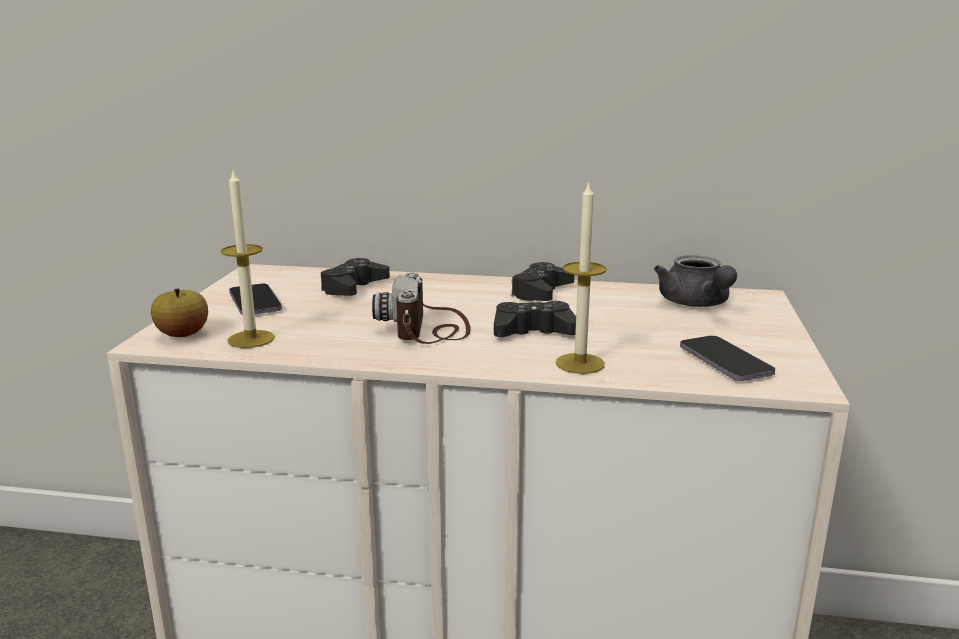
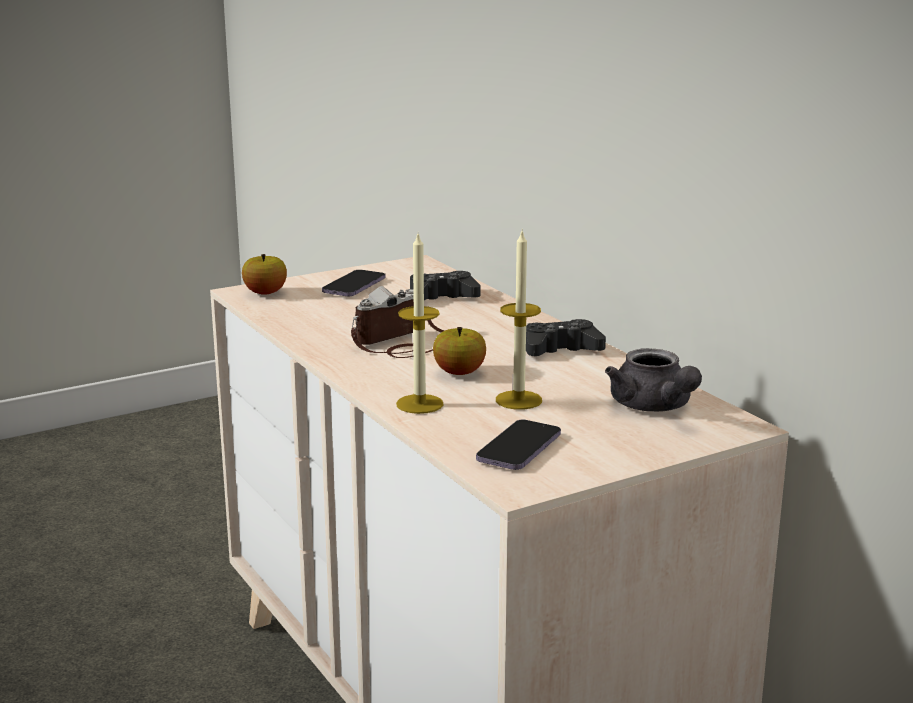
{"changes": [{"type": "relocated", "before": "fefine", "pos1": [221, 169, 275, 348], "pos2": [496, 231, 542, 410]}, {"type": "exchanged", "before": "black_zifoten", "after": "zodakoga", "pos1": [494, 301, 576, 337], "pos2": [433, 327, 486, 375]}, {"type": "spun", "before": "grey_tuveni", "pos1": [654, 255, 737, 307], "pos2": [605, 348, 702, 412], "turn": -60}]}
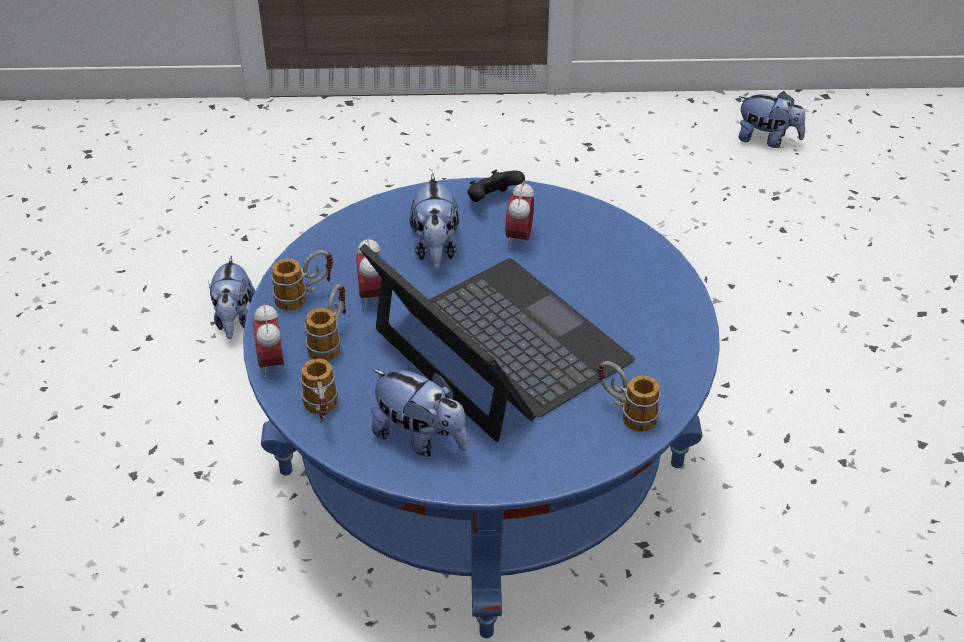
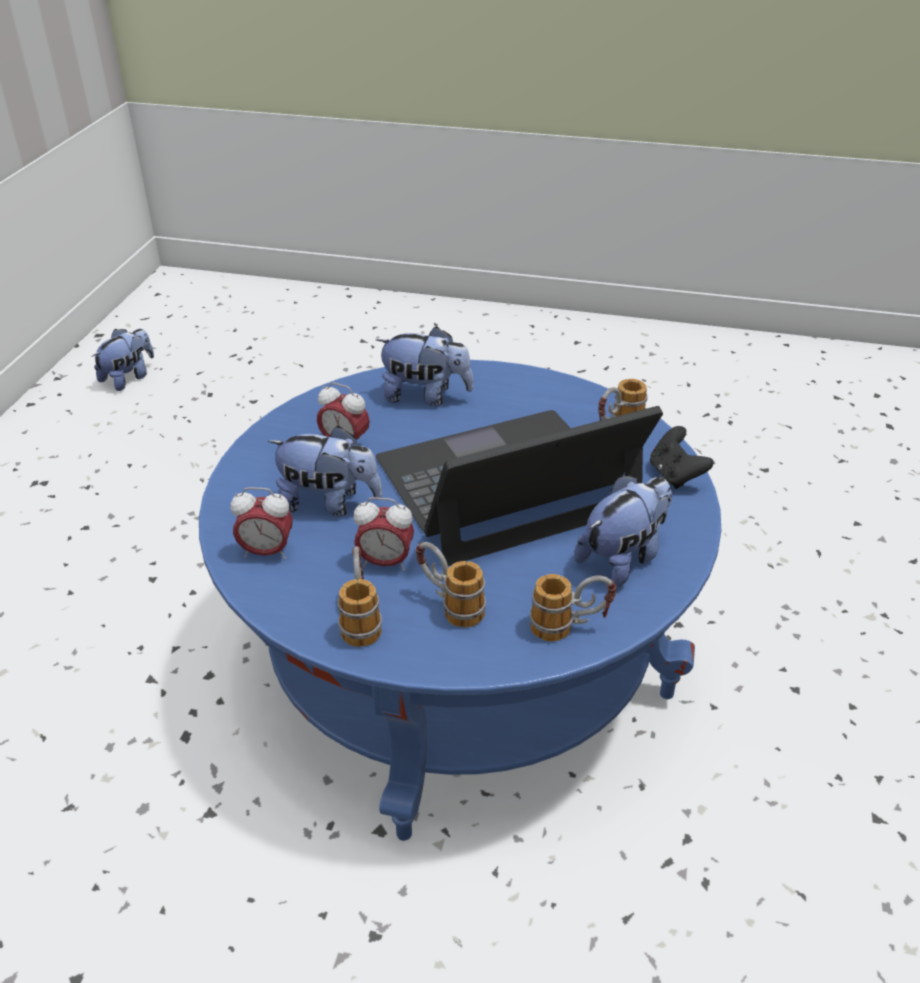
{"changes": [{"type": "relocated", "before": "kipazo", "pos1": [209, 256, 255, 339], "pos2": [376, 326, 474, 406]}, {"type": "relocated", "before": "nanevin", "pos1": [253, 303, 284, 378], "pos2": [231, 487, 293, 559]}, {"type": "relocated", "before": "black_zifoten", "pos1": [467, 170, 525, 202], "pos2": [650, 426, 713, 489]}]}
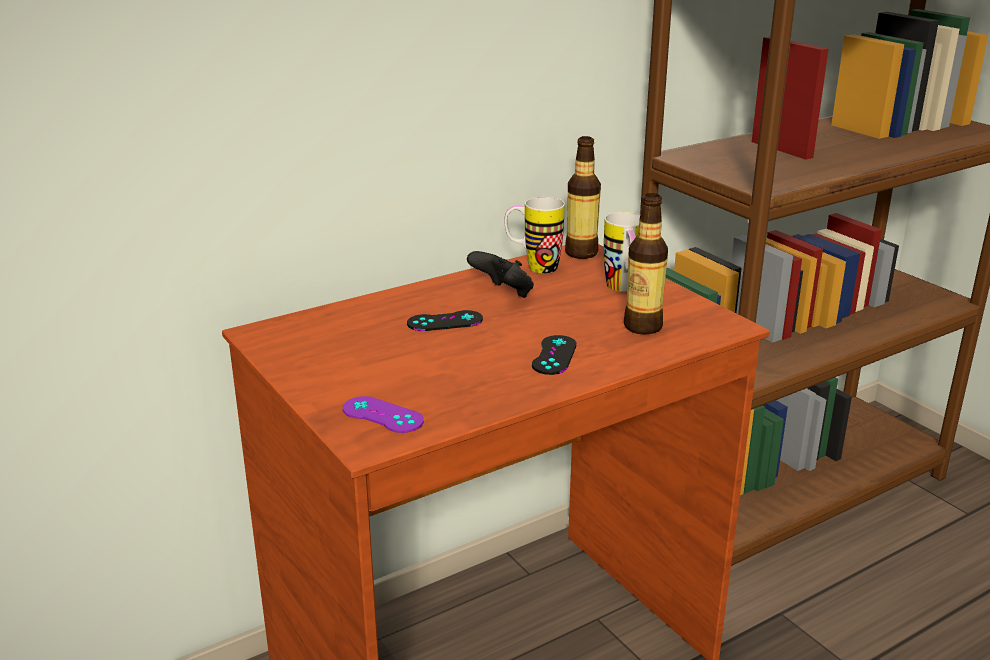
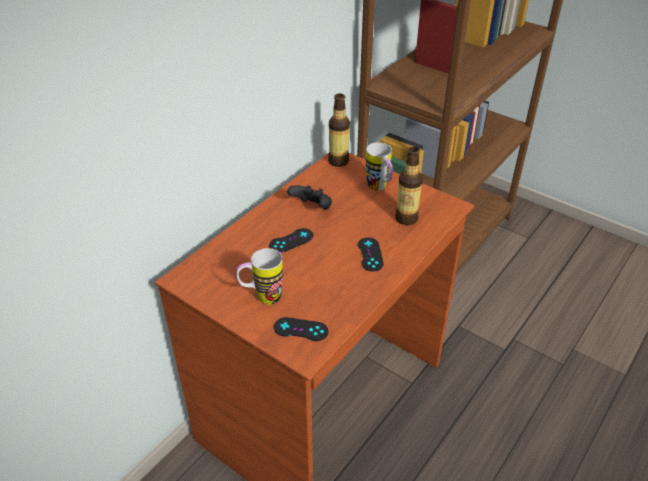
{"changes": [{"type": "relocated", "before": "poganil", "pos1": [504, 197, 565, 274], "pos2": [236, 248, 283, 305]}, {"type": "colour", "before": "purple_zifoten", "after": "black_zifoten", "pos1": [343, 396, 424, 433], "pos2": [274, 317, 328, 341]}]}
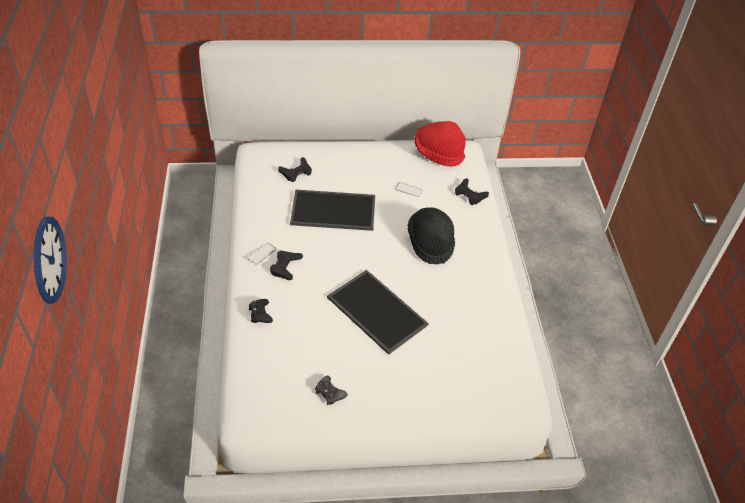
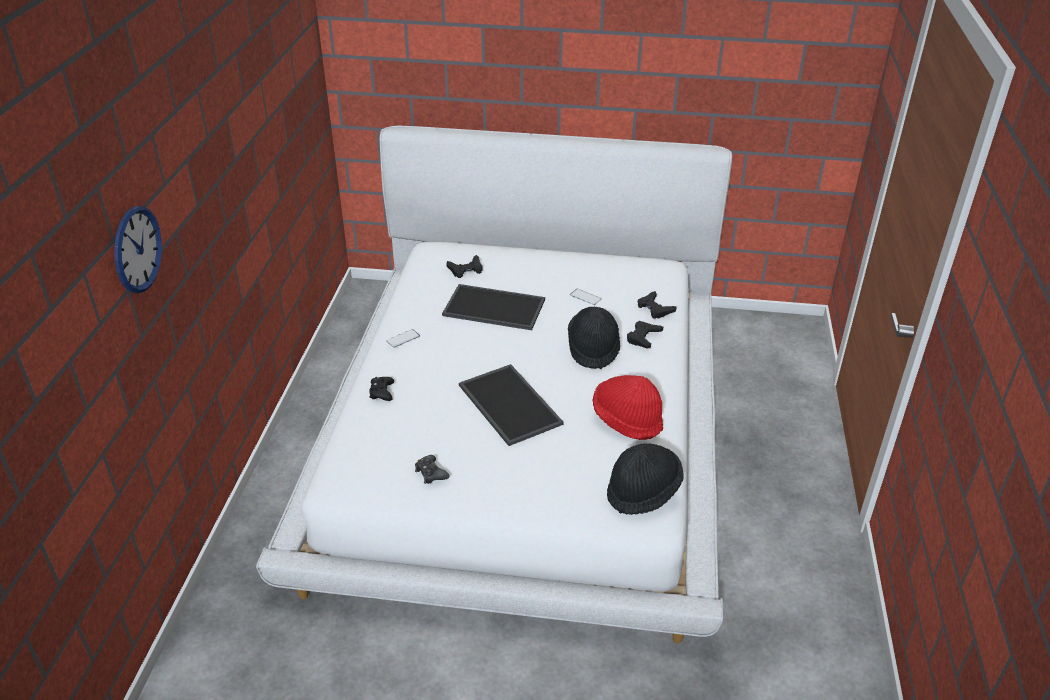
{"changes": [{"type": "appeared", "after": "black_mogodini", "pos2": [607, 443, 683, 515]}, {"type": "relocated", "before": "black_zifoten", "pos1": [270, 251, 303, 280], "pos2": [627, 321, 663, 348]}, {"type": "relocated", "before": "red_mogodini", "pos1": [414, 121, 466, 167], "pos2": [593, 375, 663, 440]}]}
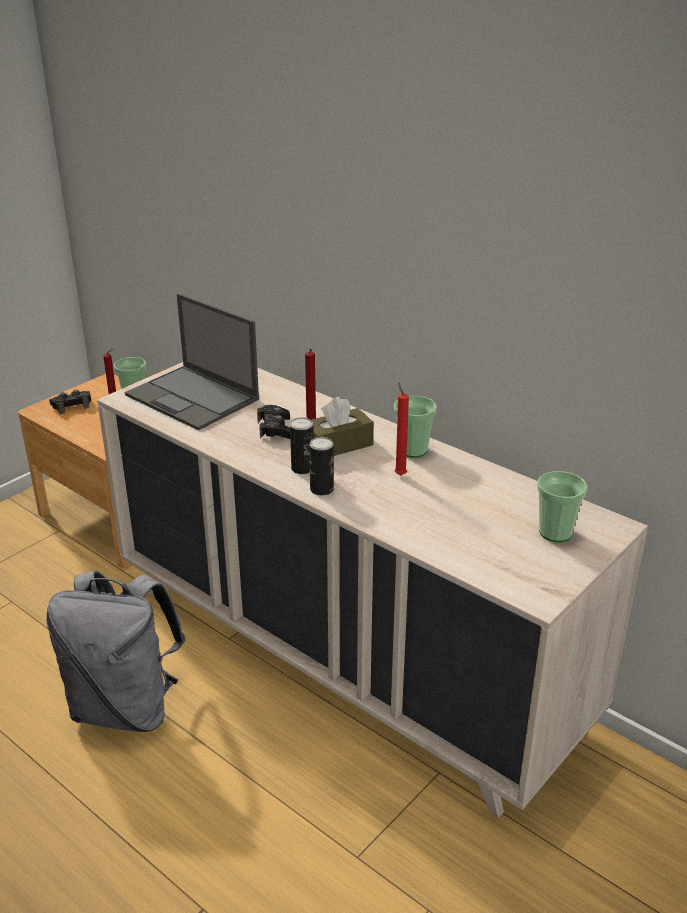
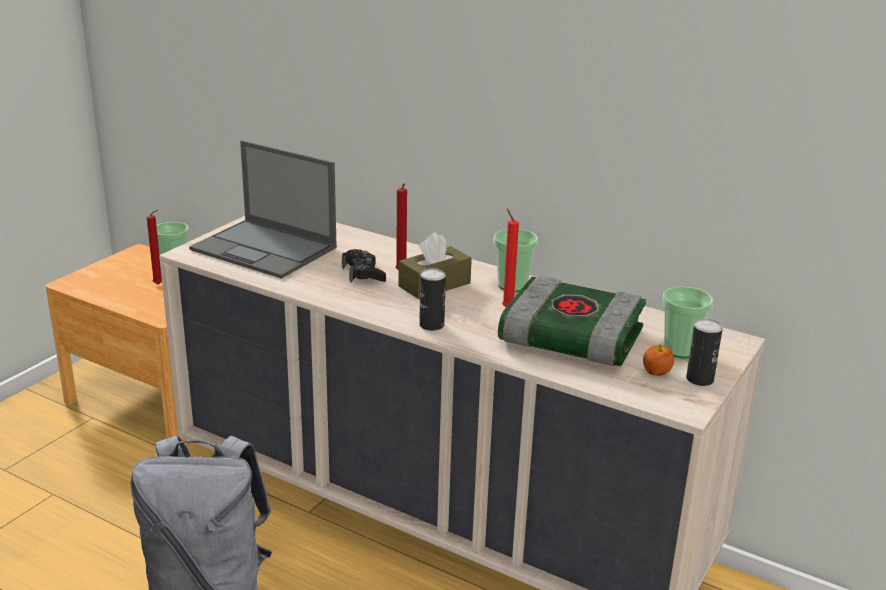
{"changes": [{"type": "missing", "before": "black_zifoten", "pos1": [49, 389, 91, 414]}, {"type": "appeared", "after": "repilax", "pos2": [498, 275, 646, 366]}, {"type": "appeared", "after": "zodakoga", "pos2": [643, 344, 674, 376]}, {"type": "relocated", "before": "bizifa", "pos1": [290, 417, 314, 474], "pos2": [686, 319, 723, 386]}]}
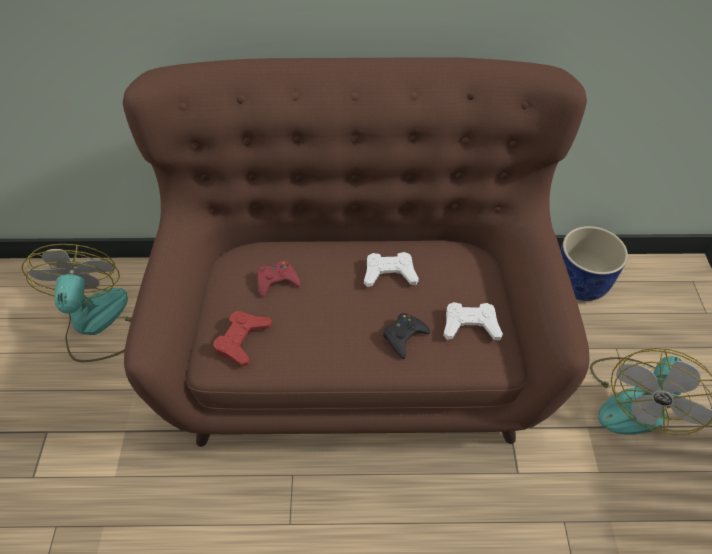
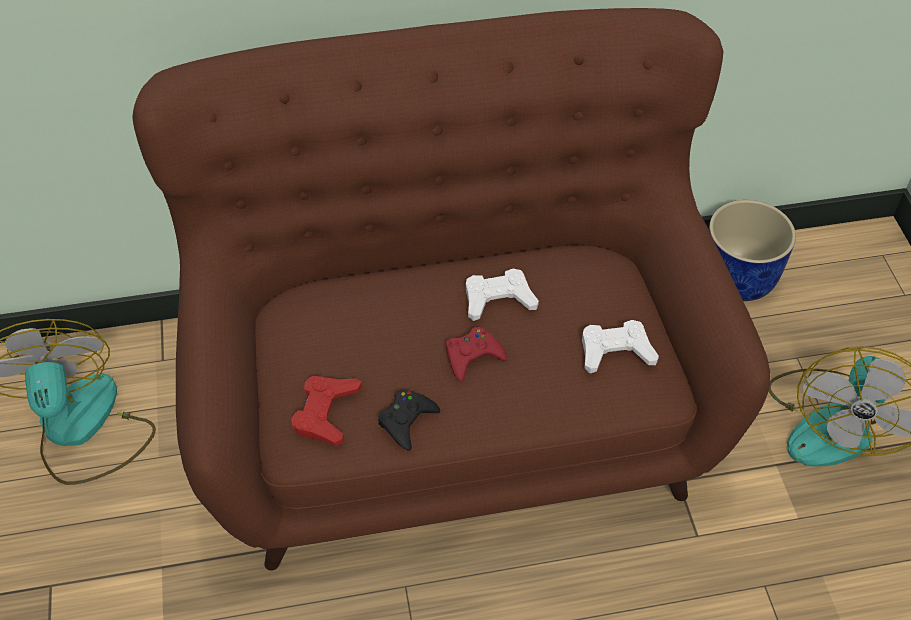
{"changes": [{"type": "relocated", "before": "red_zifoten", "pos1": [257, 260, 301, 298], "pos2": [446, 327, 507, 382]}, {"type": "relocated", "before": "black_zifoten", "pos1": [383, 313, 430, 359], "pos2": [378, 390, 440, 451]}]}
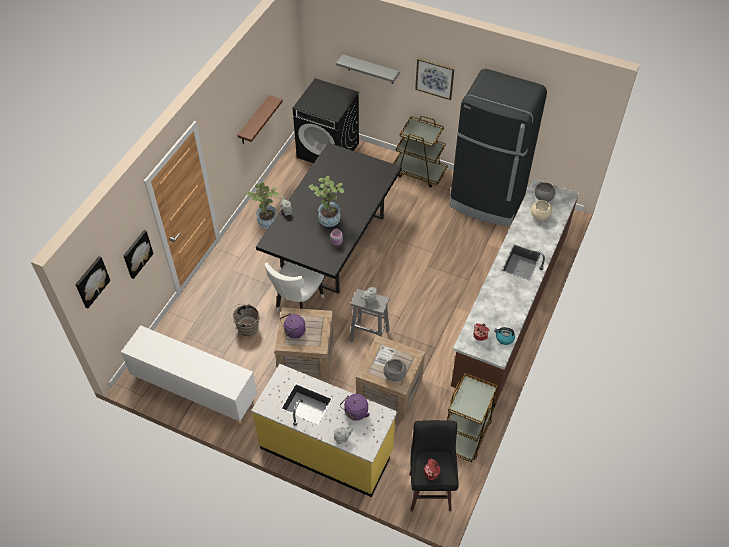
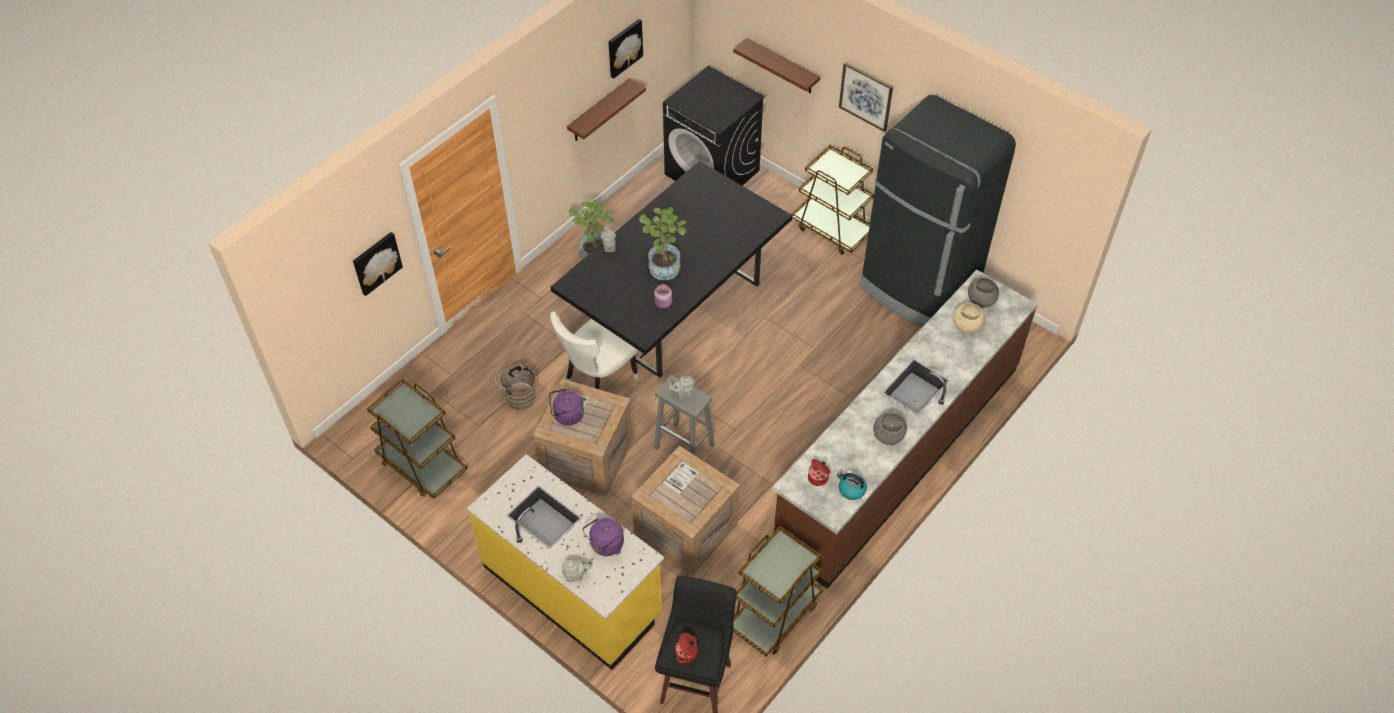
{"changes": [{"type": "relocated", "before": "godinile", "pos1": [75, 256, 110, 308], "pos2": [608, 19, 643, 79]}, {"type": "relocated", "before": "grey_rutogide", "pos1": [384, 359, 406, 381], "pos2": [873, 413, 907, 445]}, {"type": "exchanged", "before": "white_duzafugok", "after": "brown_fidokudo", "pos1": [121, 325, 257, 424], "pos2": [367, 379, 467, 499]}, {"type": "colour", "before": "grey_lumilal", "after": "brown_lumilal", "pos1": [336, 54, 400, 84], "pos2": [733, 38, 820, 93]}]}
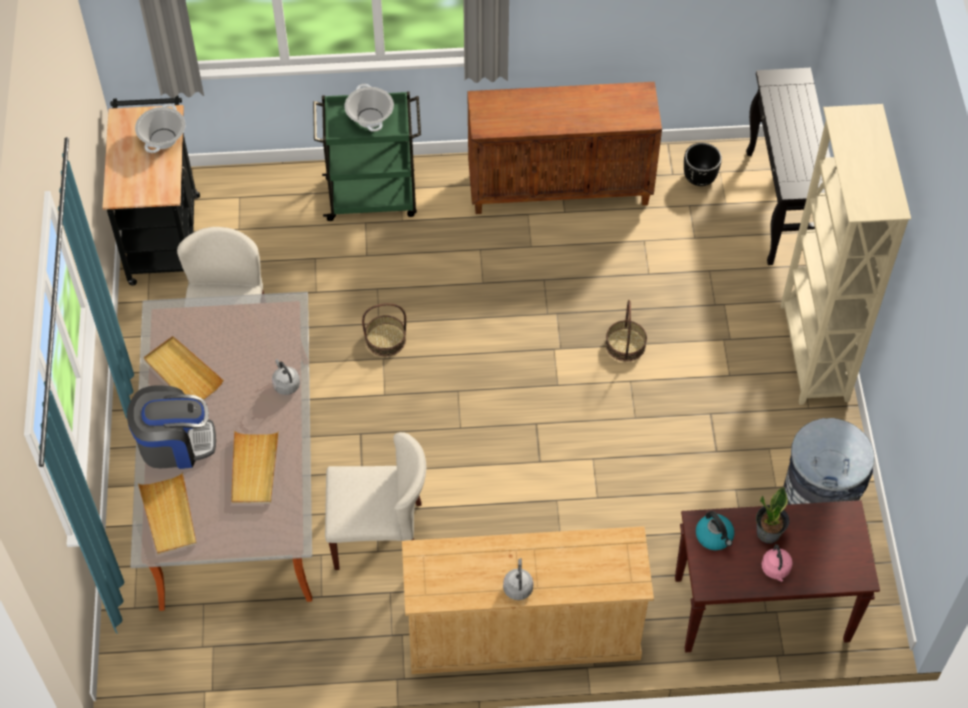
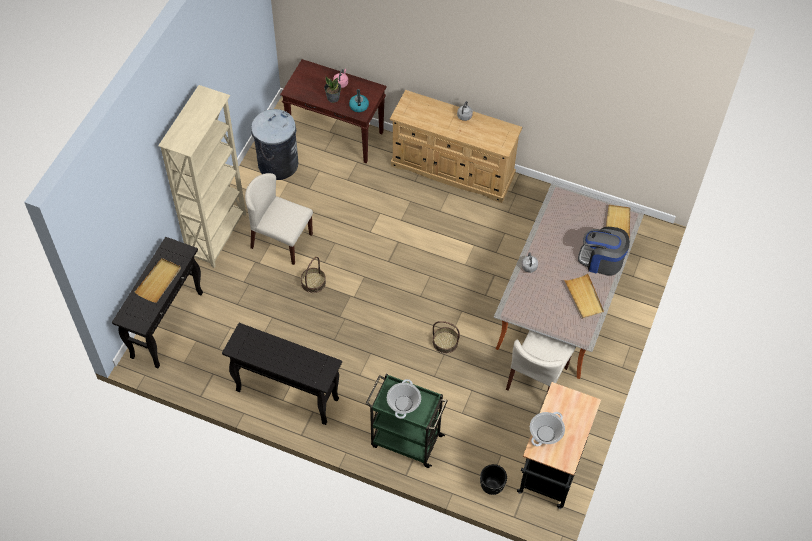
{"changes": [{"type": "relocated", "before": "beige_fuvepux", "pos1": [231, 431, 279, 503], "pos2": [135, 258, 181, 303]}, {"type": "relocated", "before": "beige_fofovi", "pos1": [325, 432, 426, 570], "pos2": [245, 173, 313, 265]}, {"type": "relocated", "before": "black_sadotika", "pos1": [684, 143, 722, 186], "pos2": [480, 464, 507, 495]}, {"type": "exchanged", "before": "brown_duzafugok", "after": "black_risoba", "pos1": [467, 82, 662, 214], "pos2": [222, 323, 342, 425]}]}
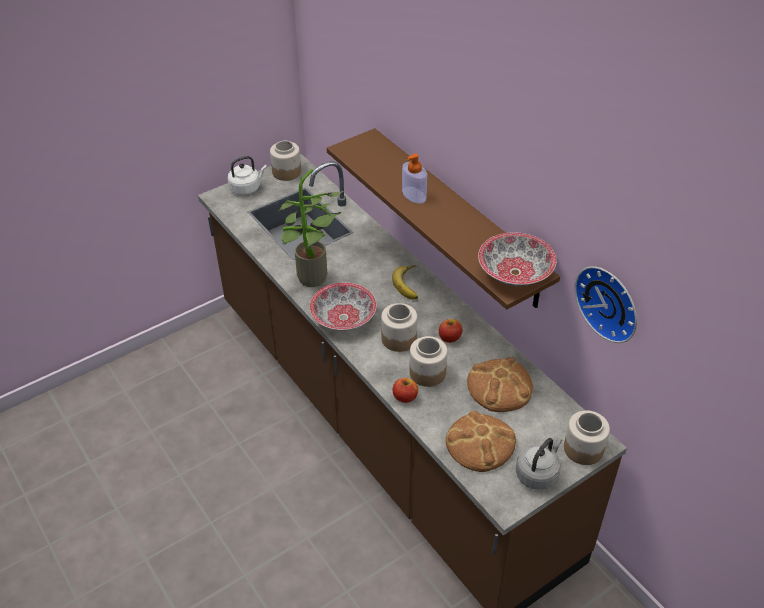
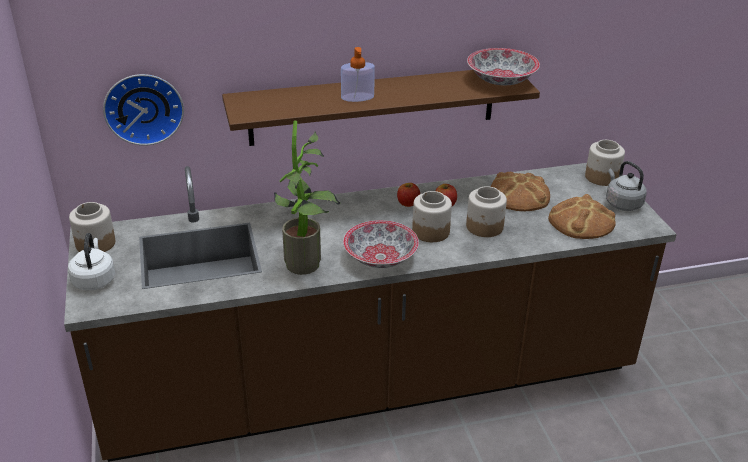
{"changes": [{"type": "missing", "before": "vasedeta", "pos1": [392, 265, 418, 299]}, {"type": "relocated", "before": "zodakoga", "pos1": [393, 378, 418, 403], "pos2": [397, 183, 420, 207]}, {"type": "relocated", "before": "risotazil", "pos1": [574, 266, 637, 343], "pos2": [103, 74, 184, 145]}]}
